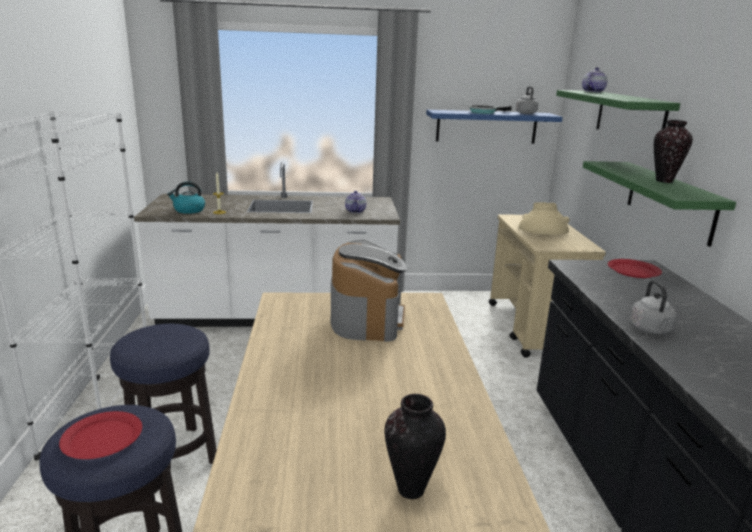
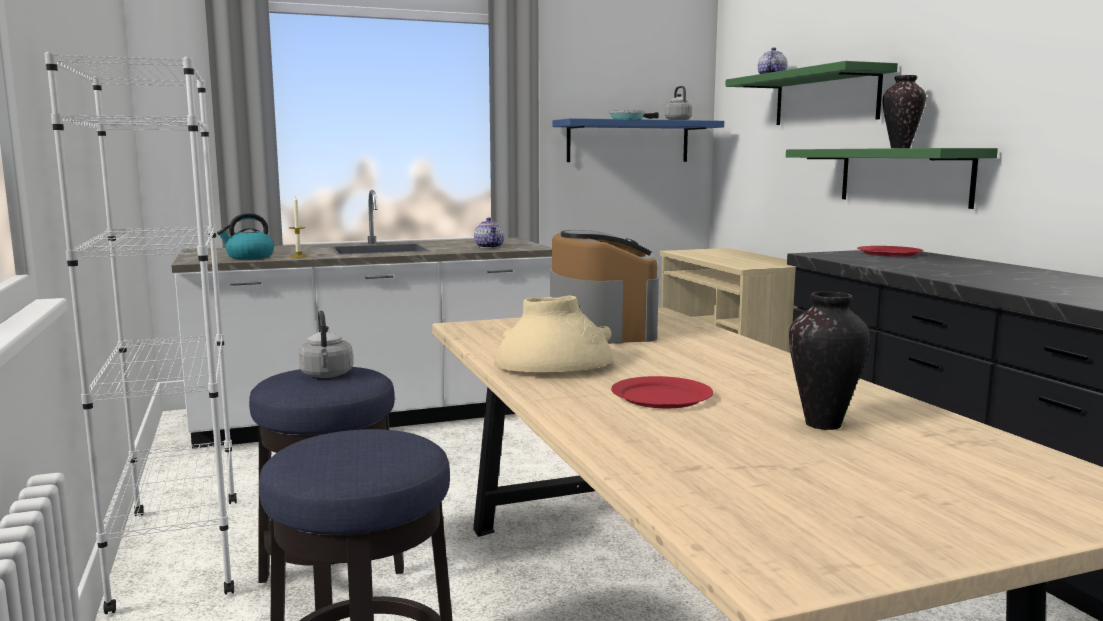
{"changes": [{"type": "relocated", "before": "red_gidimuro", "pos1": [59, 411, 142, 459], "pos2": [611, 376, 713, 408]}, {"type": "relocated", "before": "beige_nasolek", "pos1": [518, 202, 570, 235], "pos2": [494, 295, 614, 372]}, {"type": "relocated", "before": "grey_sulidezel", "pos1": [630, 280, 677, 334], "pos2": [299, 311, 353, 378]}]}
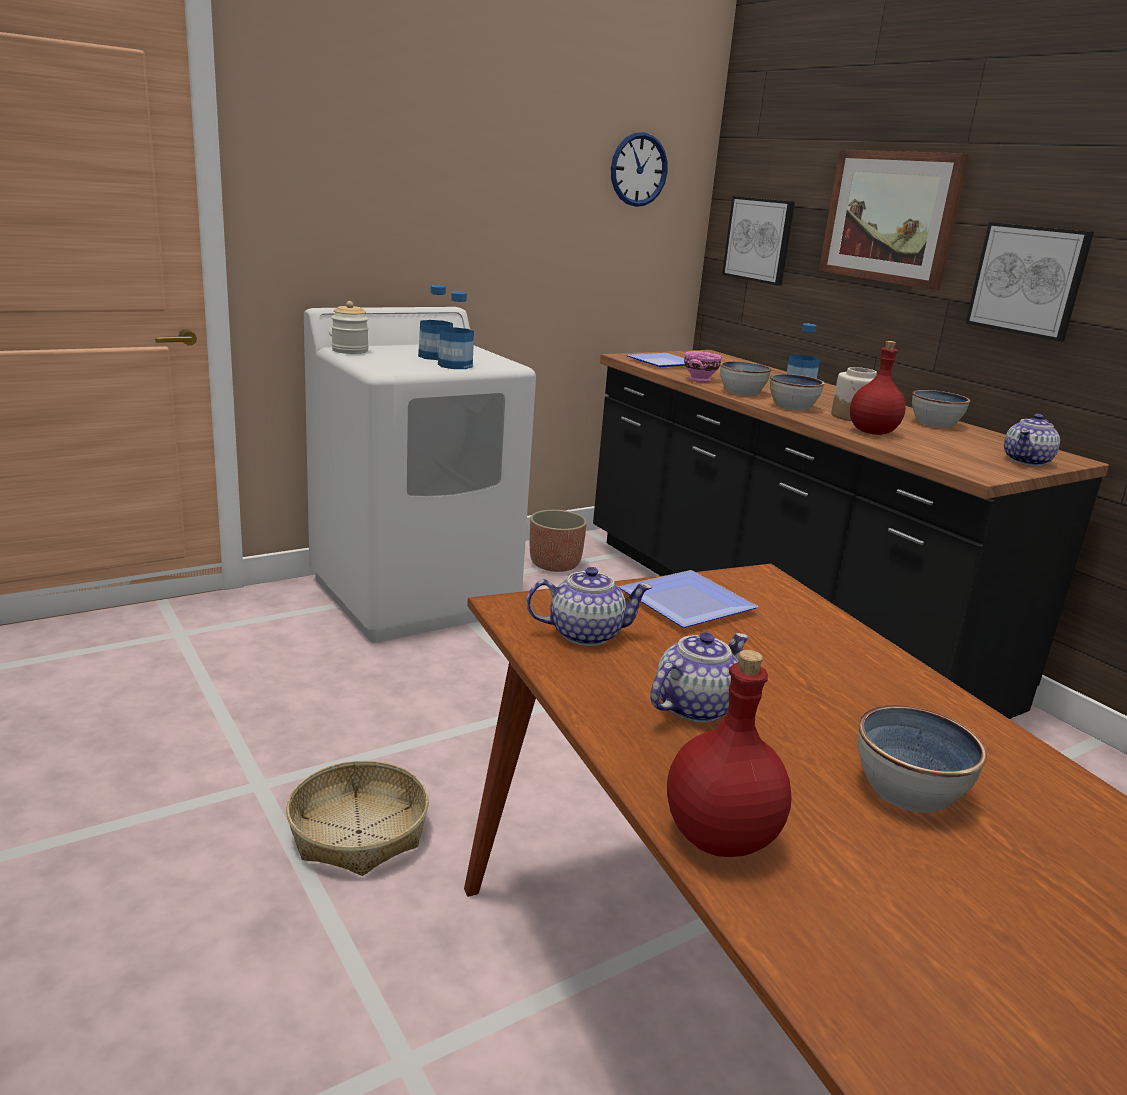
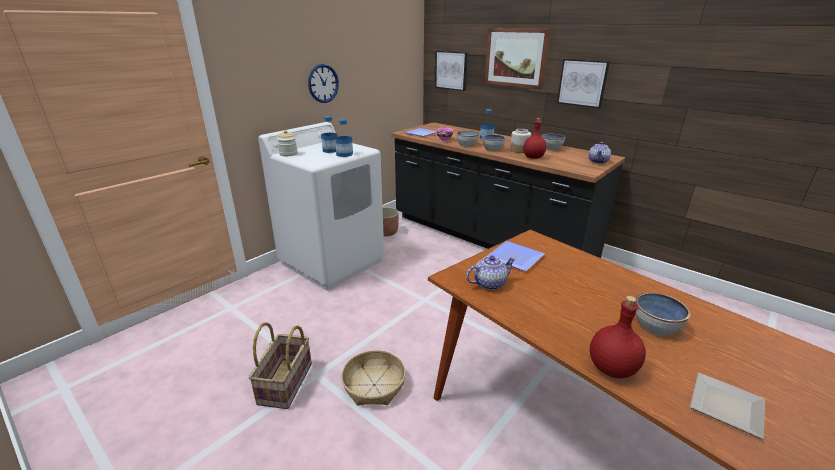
{"changes": [{"type": "missing", "before": "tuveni", "pos1": [650, 632, 748, 723]}, {"type": "appeared", "after": "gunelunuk", "pos2": [249, 322, 312, 409]}, {"type": "appeared", "after": "gidimuro", "pos2": [690, 373, 765, 439]}, {"type": "relocated", "before": "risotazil", "pos1": [611, 132, 668, 207], "pos2": [308, 64, 339, 103]}]}
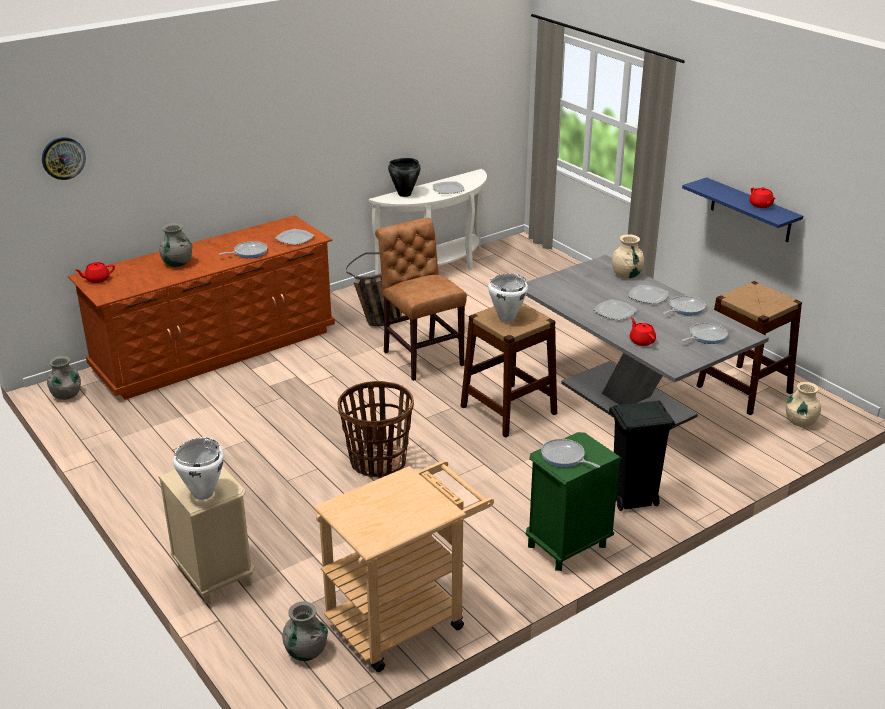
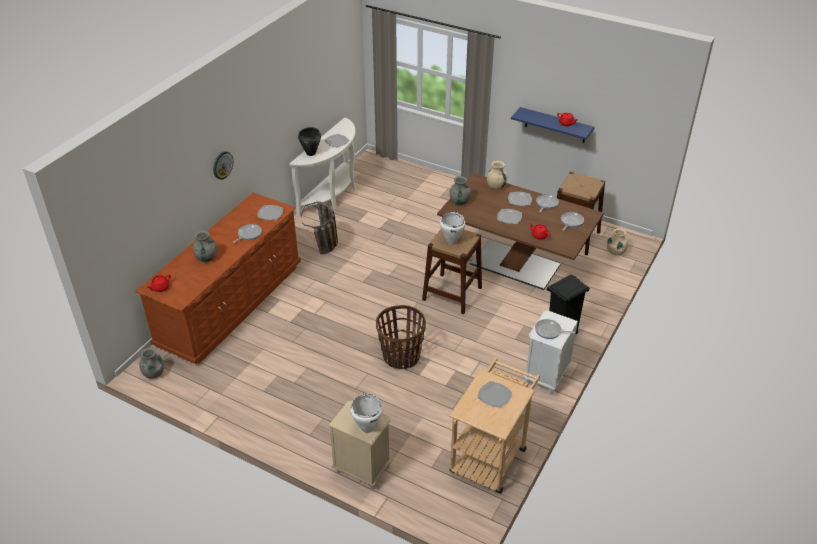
{"changes": [{"type": "missing", "before": "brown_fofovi", "pos1": [375, 218, 467, 381]}, {"type": "appeared", "after": "gidimuro", "pos2": [477, 381, 512, 408]}, {"type": "relocated", "before": "risotazil", "pos1": [42, 137, 86, 180], "pos2": [213, 151, 233, 180]}, {"type": "relocated", "before": "grey_nasolek", "pos1": [282, 601, 328, 661], "pos2": [449, 176, 471, 205]}, {"type": "colour", "before": "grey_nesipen", "after": "brown_nesipen", "pos1": [526, 255, 769, 430], "pos2": [437, 173, 604, 290]}, {"type": "colour", "before": "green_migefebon", "after": "white_migefebon", "pos1": [526, 432, 622, 571], "pos2": [524, 311, 578, 395]}]}
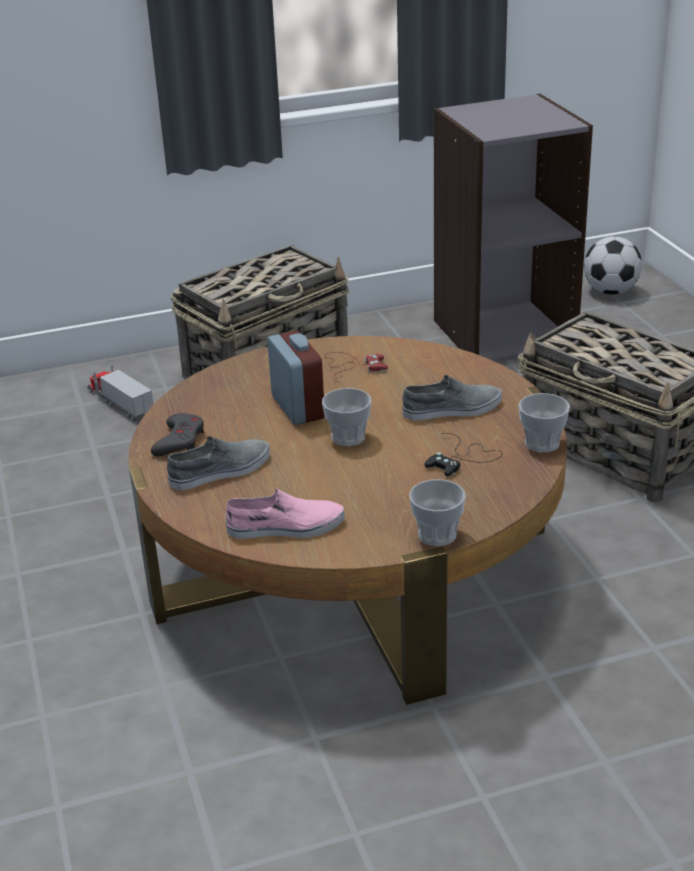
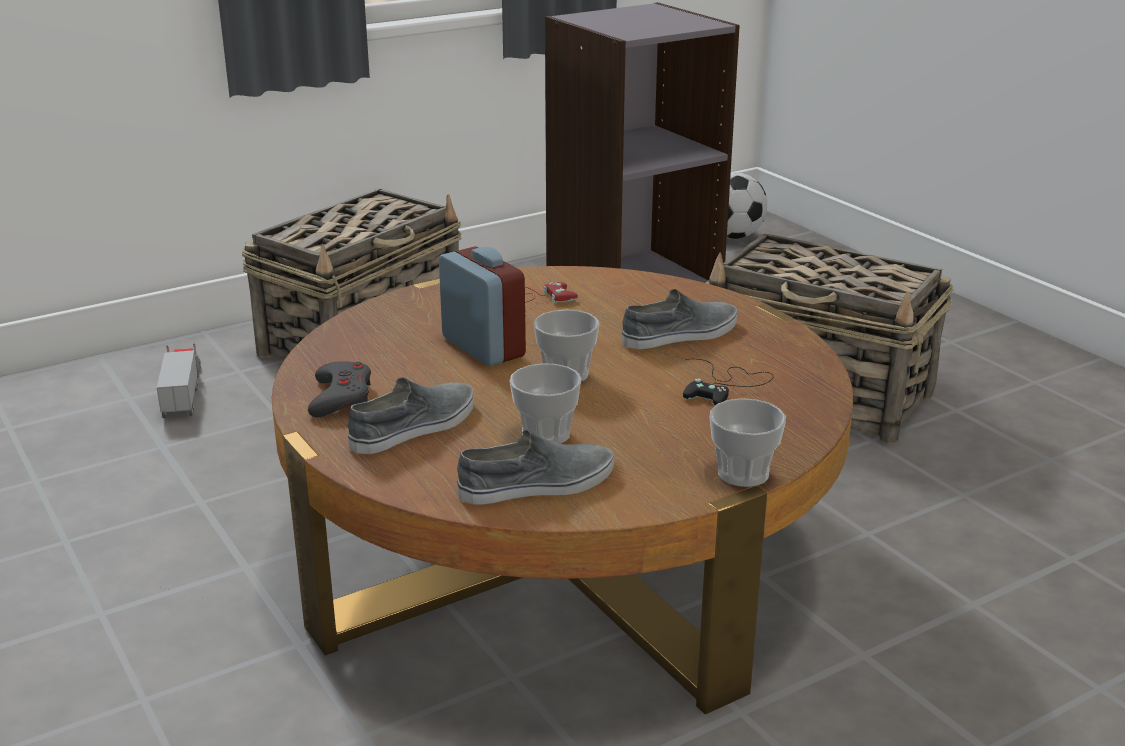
{"changes": [{"type": "relocated", "before": "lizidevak", "pos1": [518, 393, 570, 453], "pos2": [510, 363, 581, 444]}, {"type": "colour", "before": "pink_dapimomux", "after": "grey_dapimomux", "pos1": [225, 488, 345, 539], "pos2": [457, 430, 614, 505]}, {"type": "spun", "before": "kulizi", "pos1": [87, 365, 154, 421], "pos2": [157, 344, 201, 418], "turn": 45}]}
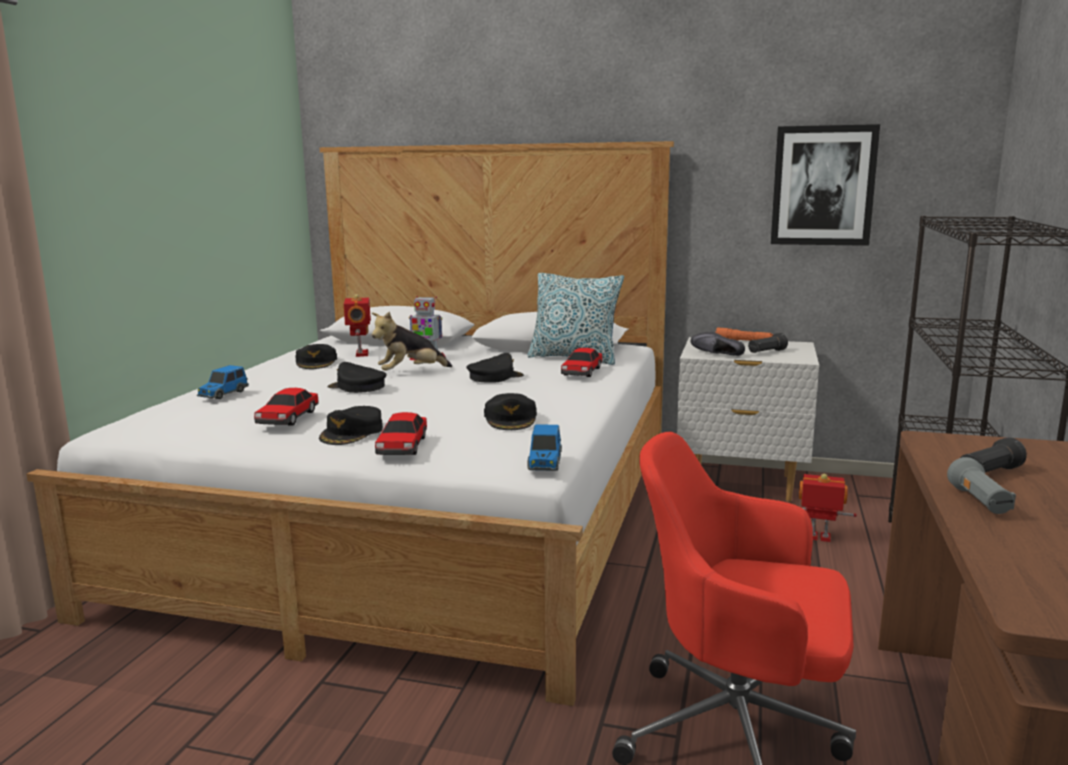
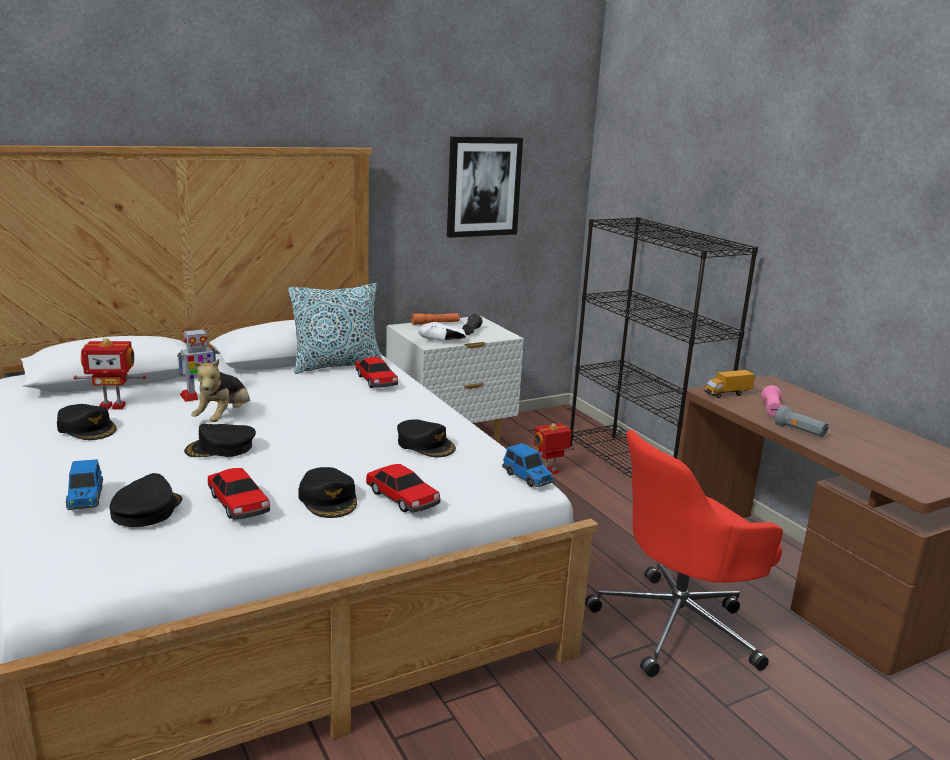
{"changes": [{"type": "appeared", "after": "kulizi", "pos2": [704, 370, 755, 398]}, {"type": "relocated", "before": "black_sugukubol", "pos1": [467, 353, 524, 383], "pos2": [109, 473, 182, 527]}, {"type": "colour", "before": "black_dapimomux", "after": "white_dapimomux", "pos1": [691, 332, 745, 356], "pos2": [418, 322, 466, 341]}, {"type": "colour", "before": "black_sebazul", "after": "pink_sebazul", "pos1": [960, 437, 1027, 472], "pos2": [761, 385, 783, 416]}, {"type": "spun", "before": "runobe", "pos1": [344, 294, 371, 357], "pos2": [74, 338, 146, 410], "turn": 135}]}
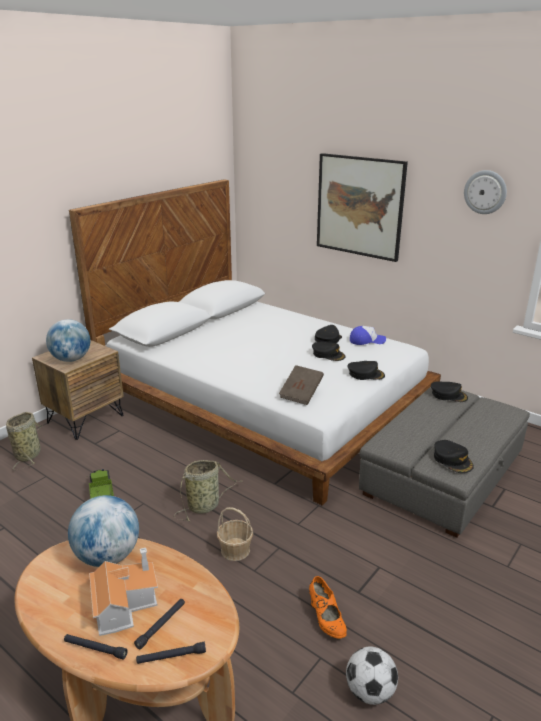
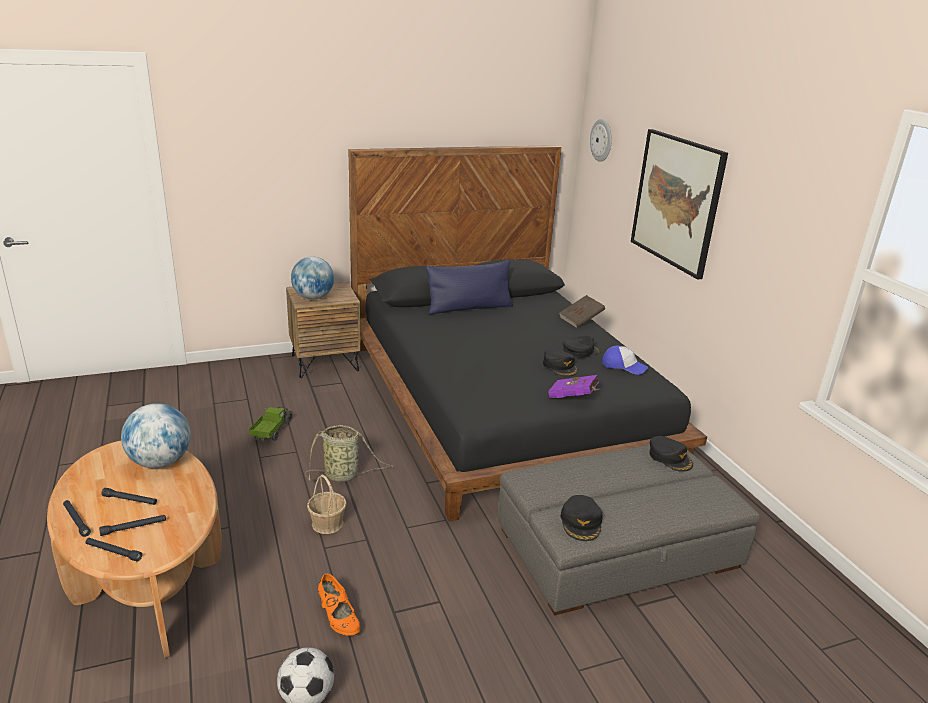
{"changes": [{"type": "missing", "before": "gunelunuk", "pos1": [6, 412, 42, 471]}, {"type": "appeared", "after": "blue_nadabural", "pos2": [426, 260, 513, 314]}, {"type": "relocated", "before": "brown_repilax", "pos1": [279, 365, 324, 405], "pos2": [559, 295, 605, 328]}, {"type": "relocated", "before": "risotazil", "pos1": [464, 170, 507, 214], "pos2": [590, 119, 612, 162]}, {"type": "exchanged", "before": "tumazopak", "after": "black_sebazul", "pos1": [89, 548, 158, 636], "pos2": [102, 488, 157, 505]}, {"type": "exchanged", "before": "black_sugukubol", "after": "purple_repilax", "pos1": [348, 361, 385, 380], "pos2": [548, 375, 599, 398]}, {"type": "colour", "before": "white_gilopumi", "after": "black_gilopumi", "pos1": [69, 179, 441, 505], "pos2": [348, 145, 707, 522]}, {"type": "spun", "before": "orange_dapimomux", "pos1": [309, 576, 347, 639], "pos2": [318, 574, 360, 636], "turn": -45}]}
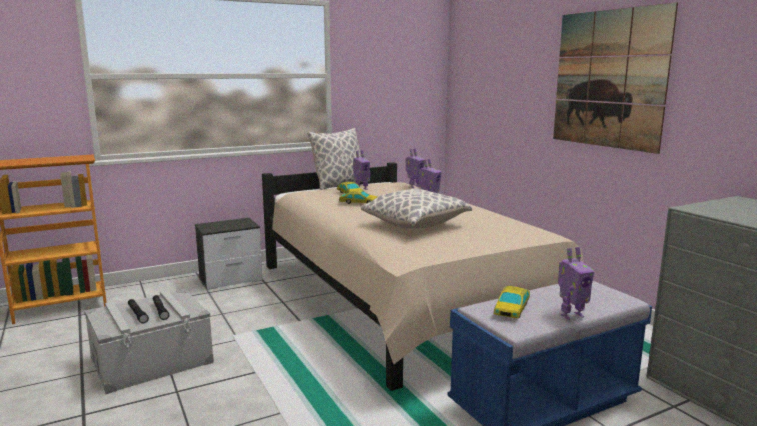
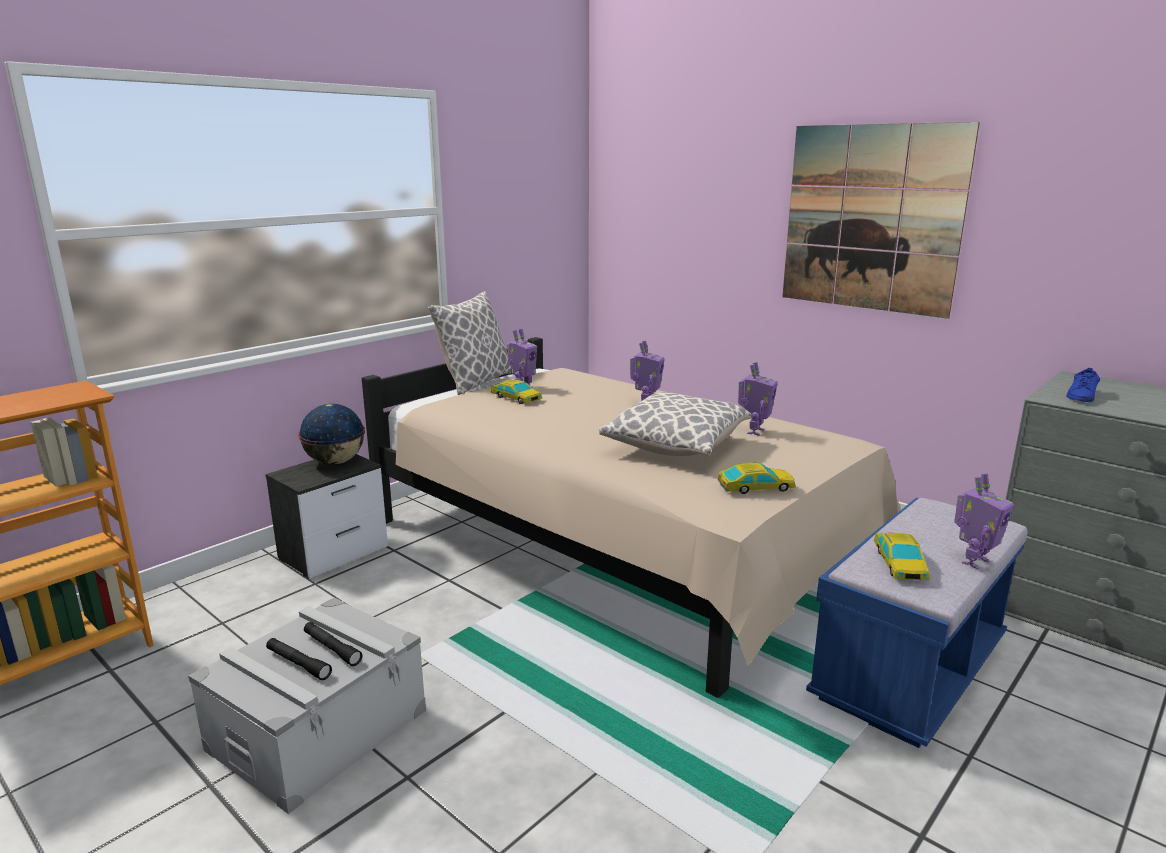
{"changes": [{"type": "appeared", "after": "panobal", "pos2": [298, 404, 365, 465]}, {"type": "appeared", "after": "blue_dapimomux", "pos2": [1066, 368, 1100, 402]}, {"type": "relocated", "before": "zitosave", "pos1": [339, 190, 377, 204], "pos2": [718, 463, 796, 494]}, {"type": "relocated", "before": "runobe", "pos1": [406, 149, 425, 188], "pos2": [738, 362, 778, 436]}]}
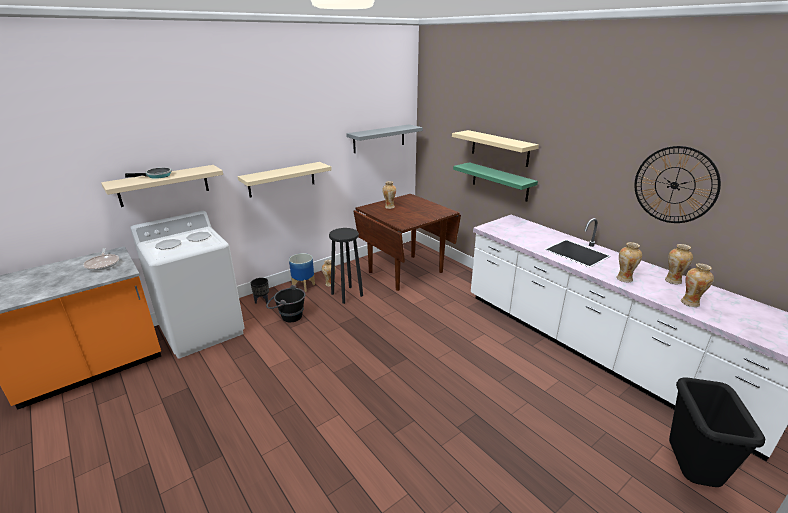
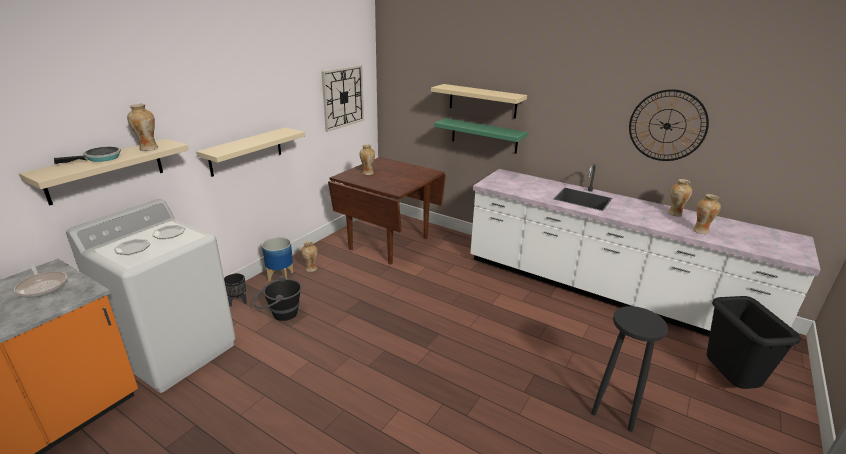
{"changes": [{"type": "relocated", "before": "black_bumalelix", "pos1": [329, 228, 363, 304], "pos2": [591, 306, 668, 432]}, {"type": "relocated", "before": "nasolek", "pos1": [616, 242, 642, 282], "pos2": [127, 104, 158, 151]}, {"type": "exchanged", "before": "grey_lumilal", "after": "risotazil", "pos1": [346, 124, 423, 153], "pos2": [321, 65, 364, 132]}]}
